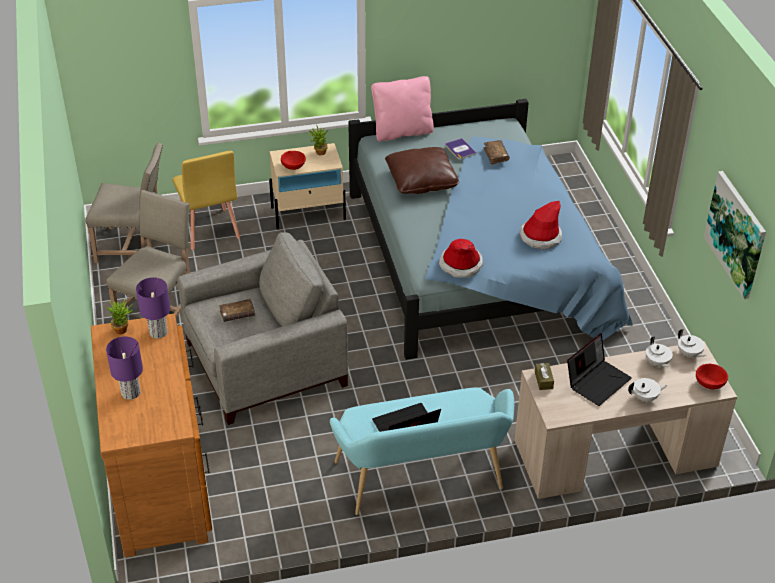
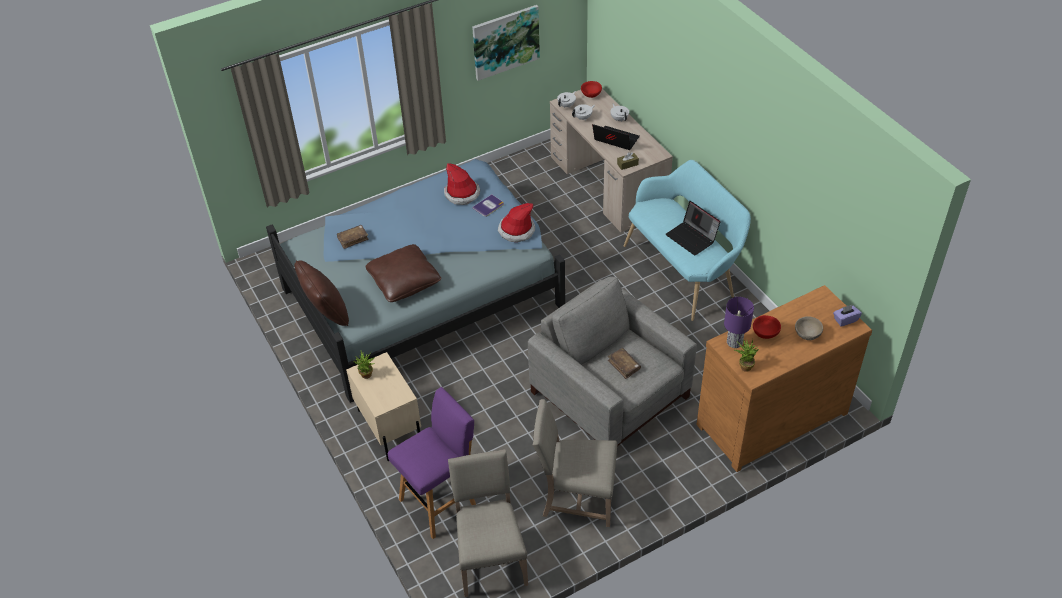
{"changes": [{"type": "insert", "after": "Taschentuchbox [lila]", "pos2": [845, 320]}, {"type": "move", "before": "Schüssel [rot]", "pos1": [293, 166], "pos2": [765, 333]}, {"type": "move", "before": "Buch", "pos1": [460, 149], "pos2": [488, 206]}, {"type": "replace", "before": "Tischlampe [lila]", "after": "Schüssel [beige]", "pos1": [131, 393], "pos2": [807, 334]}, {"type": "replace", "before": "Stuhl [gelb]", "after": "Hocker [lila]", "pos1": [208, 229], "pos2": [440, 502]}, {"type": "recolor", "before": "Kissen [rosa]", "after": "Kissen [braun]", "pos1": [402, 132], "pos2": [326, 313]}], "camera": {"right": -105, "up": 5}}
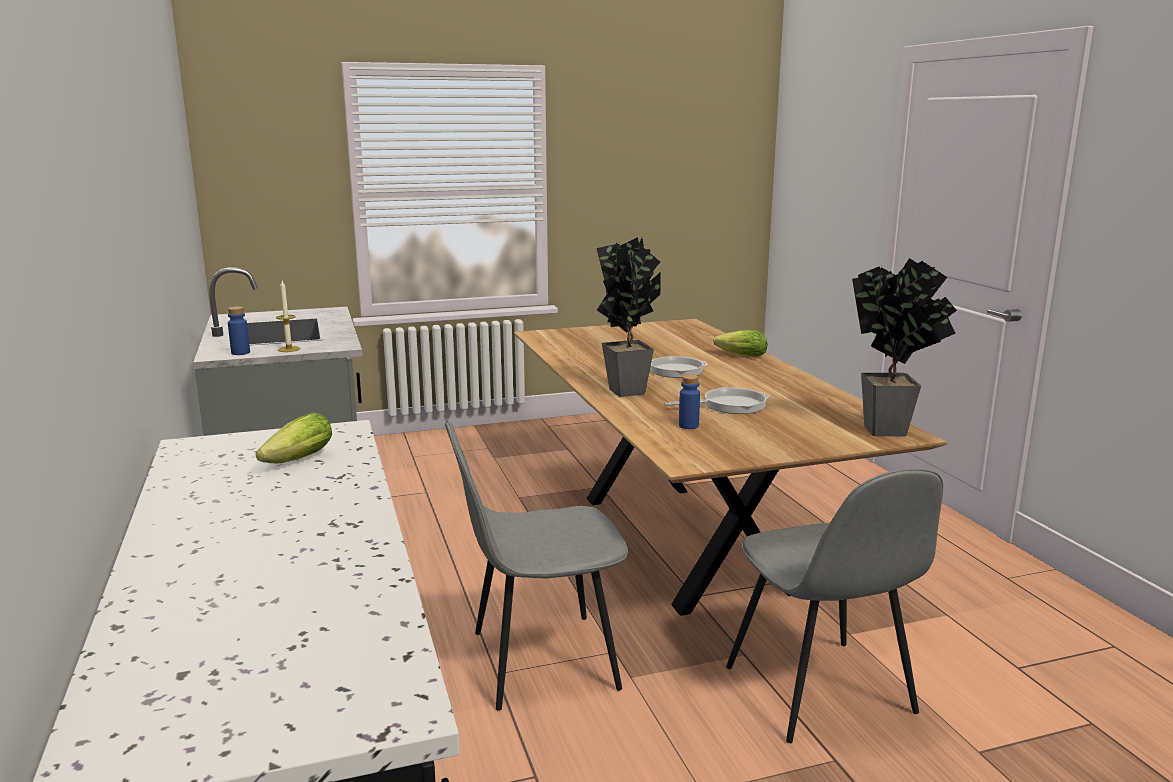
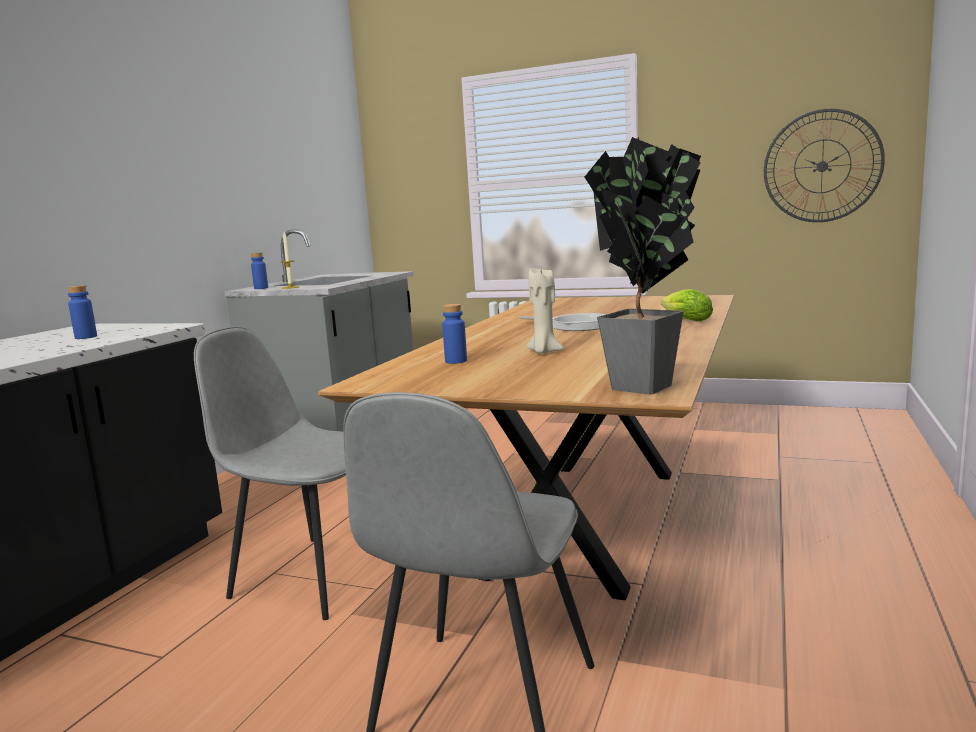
{"changes": [{"type": "delete", "before": "Topfpflanze", "pos1": [628, 389]}, {"type": "insert", "after": "Wanduhr", "pos2": [822, 166]}, {"type": "replace", "before": "Salatkopf", "after": "Flasche [blau]", "pos1": [294, 462], "pos2": [86, 337]}, {"type": "replace", "before": "Pfanne", "after": "Kerze [beige]", "pos1": [729, 405], "pos2": [544, 352]}], "camera": {"right": 40, "up": -5}}
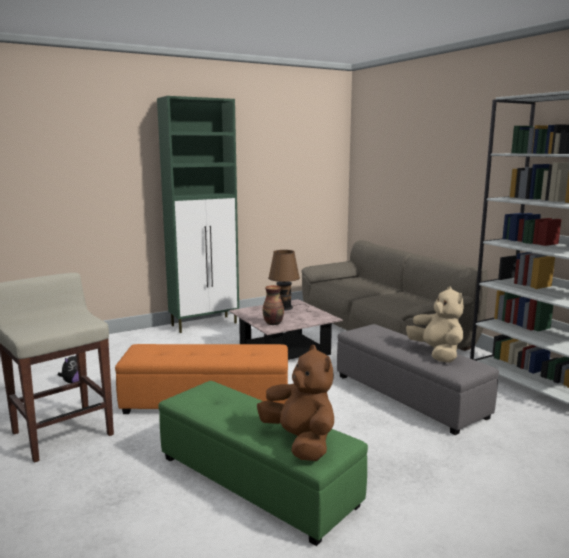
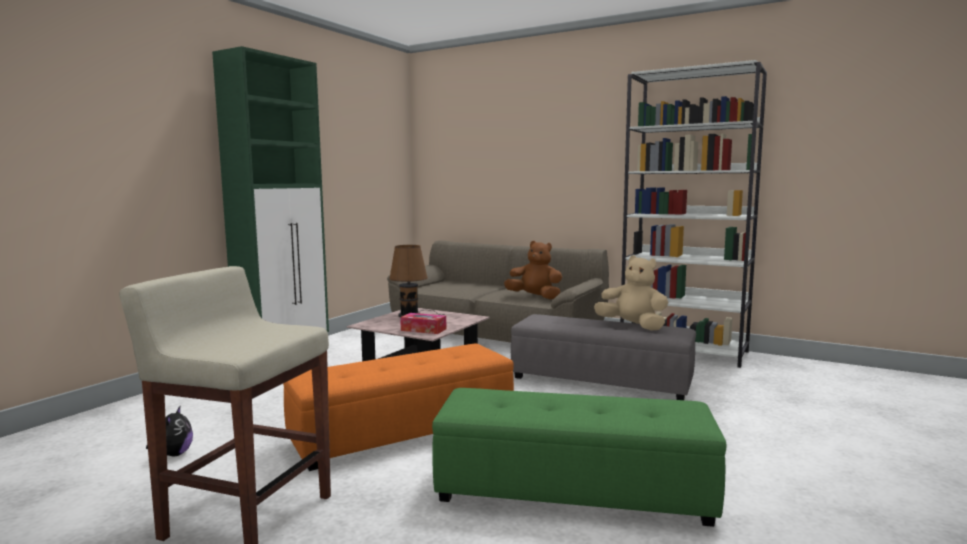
{"changes": [{"type": "move", "before": "Plüschtier [braun]", "pos1": [300, 442], "pos2": [535, 297]}, {"type": "replace", "before": "Vase", "after": "Taschentuchbox", "pos1": [273, 323], "pos2": [423, 329]}], "camera": {"right": -30, "up": -5}}
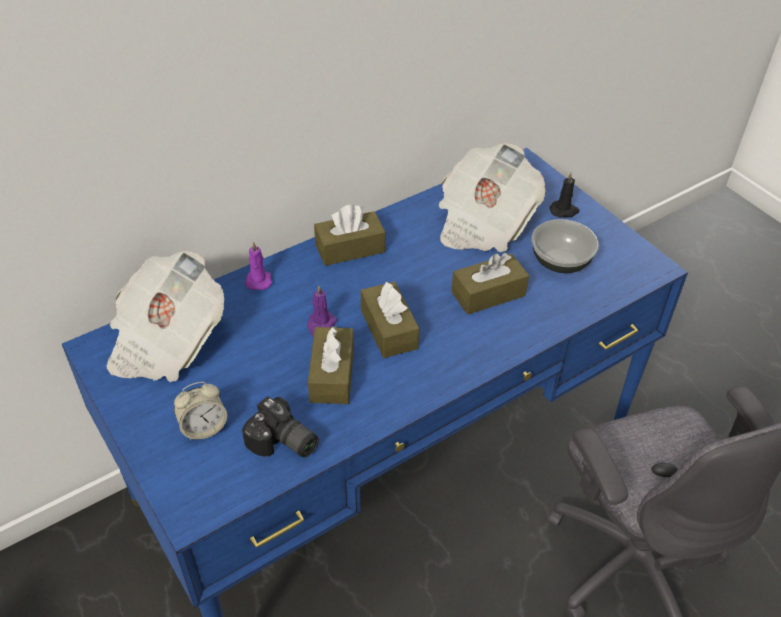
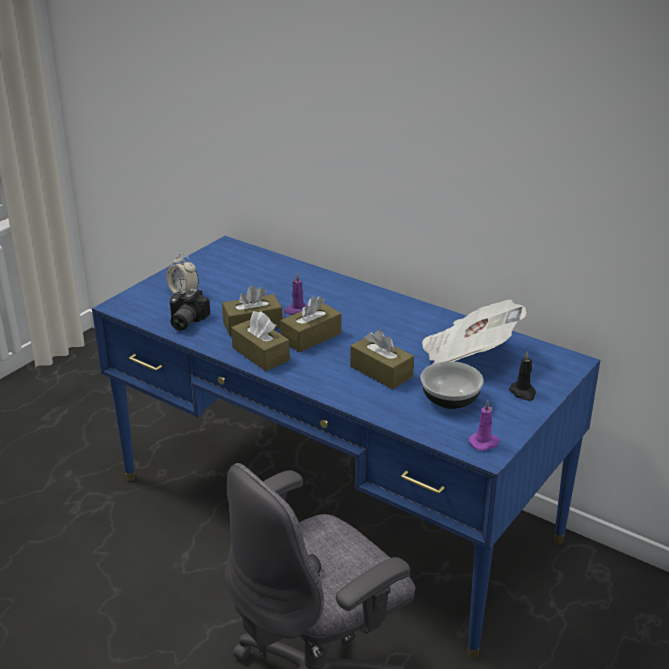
{"changes": [{"type": "delete", "before": "Zeitung", "pos1": [166, 341]}, {"type": "move", "before": "Kerze [lila]", "pos1": [258, 280], "pos2": [484, 443]}, {"type": "move", "before": "Taschentuchbox [braun]", "pos1": [350, 248], "pos2": [260, 354]}], "camera": {"right": 70, "up": -15}}
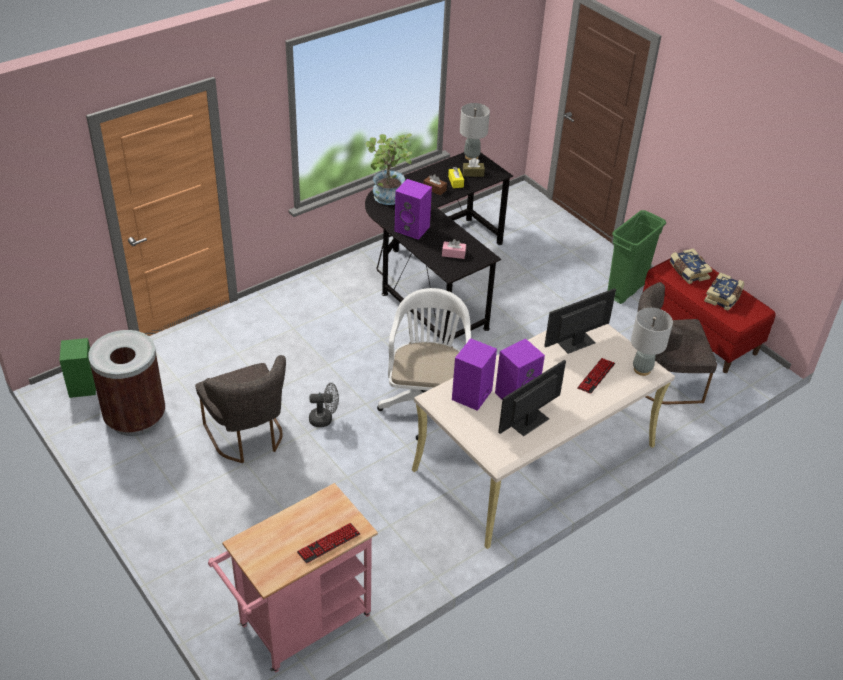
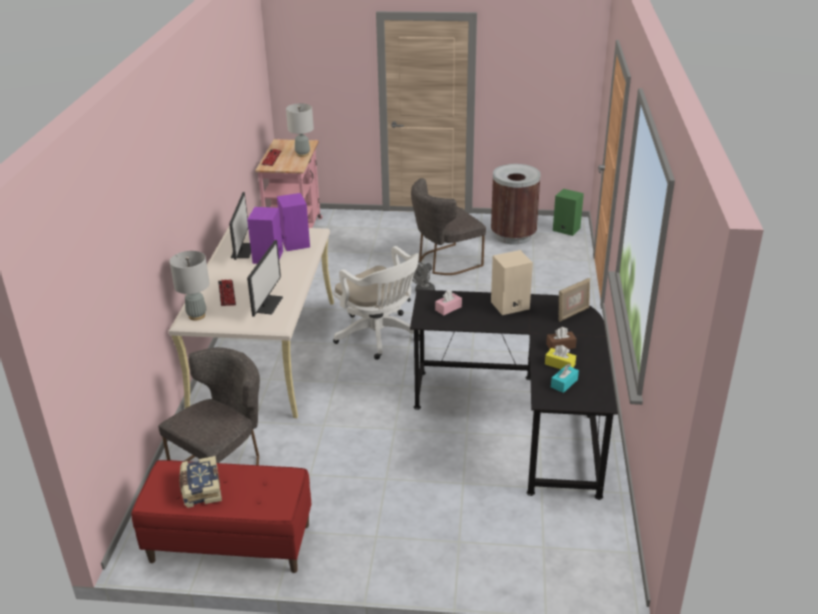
{"changes": [{"type": "delete", "before": "Mülleimer [grün]", "pos1": [625, 290]}, {"type": "delete", "before": "Buch", "pos1": [688, 272]}, {"type": "move", "before": "Tischlampe [grau]", "pos1": [471, 157], "pos2": [302, 154]}, {"type": "replace", "before": "Topfpflanze", "after": "Bilderrahmen", "pos1": [387, 199], "pos2": [572, 314]}, {"type": "recolor", "before": "Lautsprecher [lila]", "after": "Lautsprecher [beige]", "pos1": [413, 229], "pos2": [509, 306]}, {"type": "recolor", "before": "Taschentuchbox [braun]", "after": "Taschentuchbox [türkis]", "pos1": [473, 173], "pos2": [564, 383]}, {"type": "rotate", "before": "Stuhl [grau]", "pos1": [248, 437], "pos2": [445, 262], "turn": -45}], "camera": {"right": 135, "up": -10}}
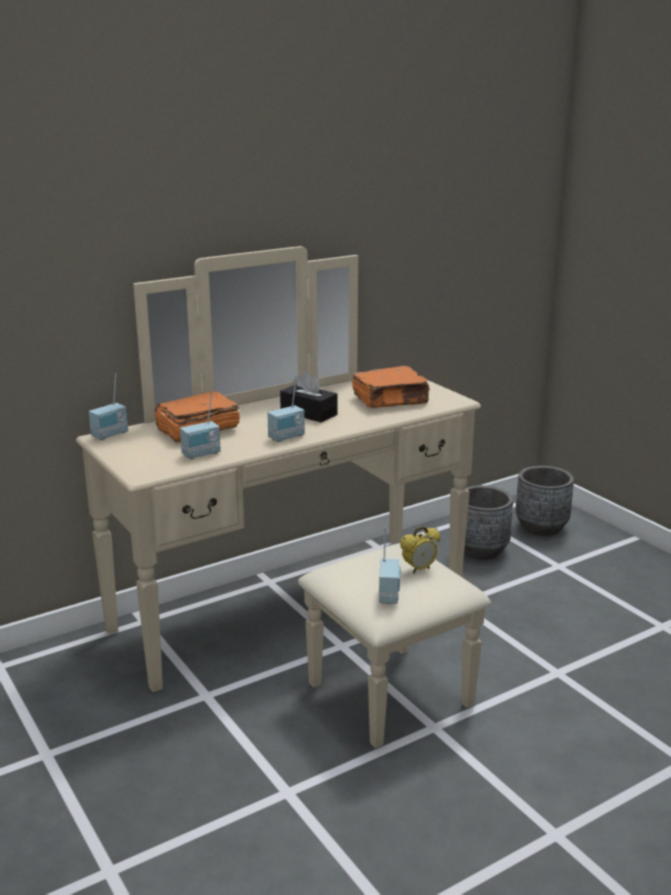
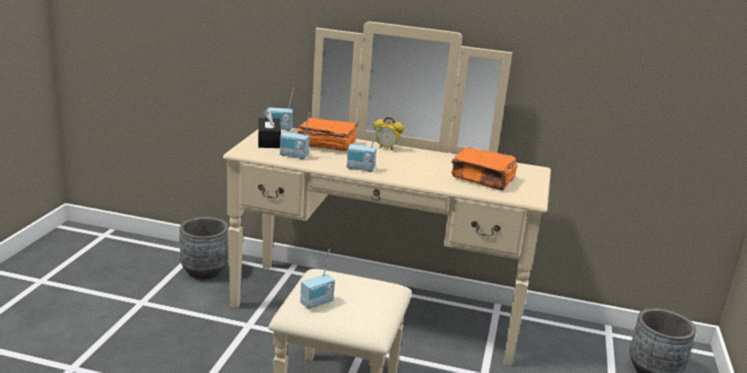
{"changes": [{"type": "move", "before": "Taschentuchbox [schwarz]", "pos1": [308, 413], "pos2": [269, 141]}, {"type": "move", "before": "Wecker", "pos1": [419, 569], "pos2": [386, 148]}, {"type": "move", "before": "Pflanzkübel [grau]", "pos1": [481, 550], "pos2": [204, 271]}], "camera": {"right": 45, "up": 0}}
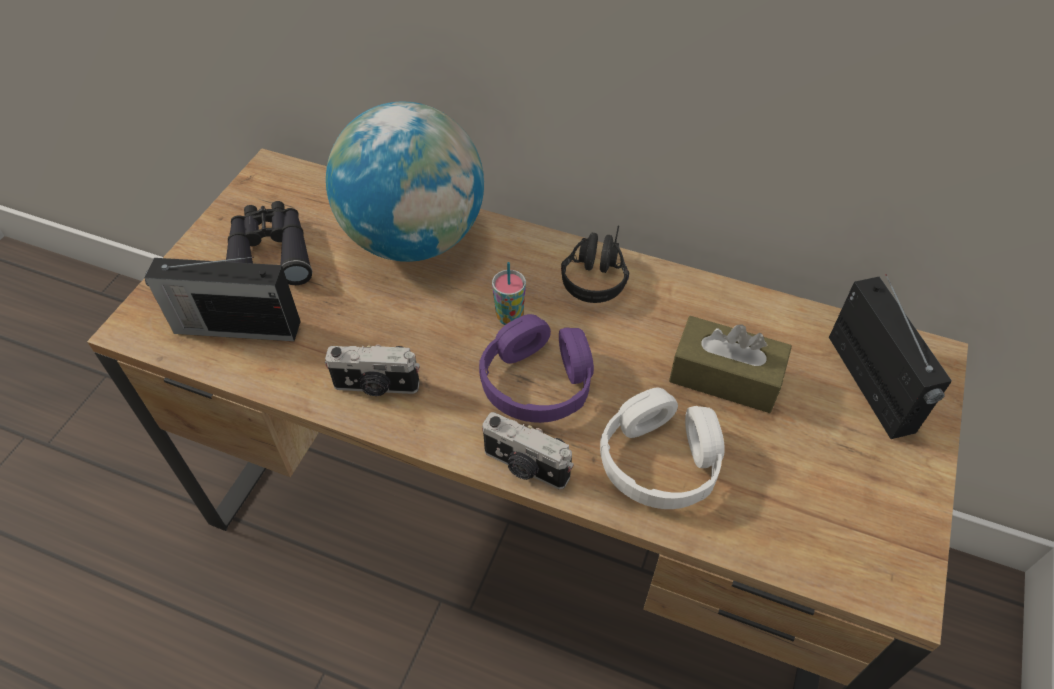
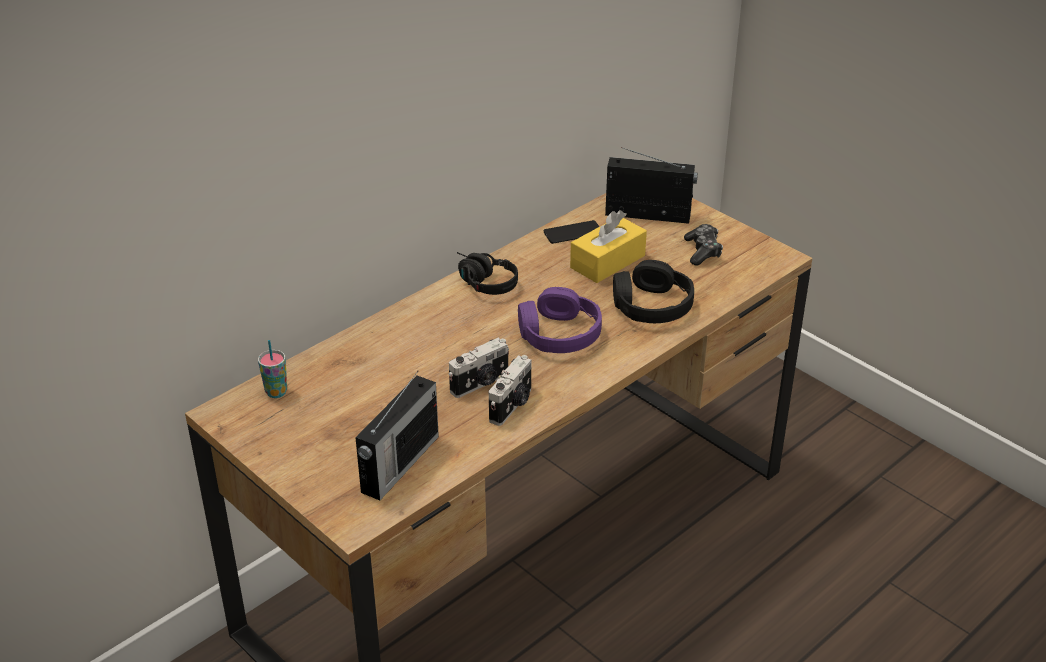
{"changes": [{"type": "delete", "before": "Fernglas [schwarz]", "pos1": [270, 253]}, {"type": "delete", "before": "Globus", "pos1": [414, 238]}, {"type": "insert", "after": "Handy", "pos2": [573, 233]}, {"type": "insert", "after": "Gamepad", "pos2": [703, 251]}, {"type": "move", "before": "Kamera", "pos1": [525, 466], "pos2": [481, 383]}, {"type": "move", "before": "Tasse", "pos1": [509, 317], "pos2": [276, 392]}, {"type": "recolor", "before": "Kopfhörer [weiß]", "after": "Kopfhörer [schwarz]", "pos1": [660, 460], "pos2": [651, 306]}, {"type": "recolor", "before": "Taschentuchbox [braun]", "after": "Taschentuchbox [gelb]", "pos1": [725, 377], "pos2": [607, 262]}], "camera": {"right": -65, "up": -15}}
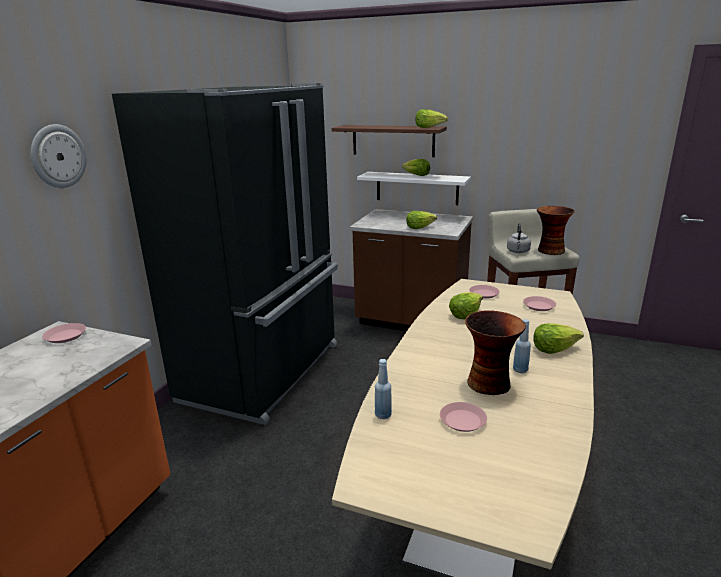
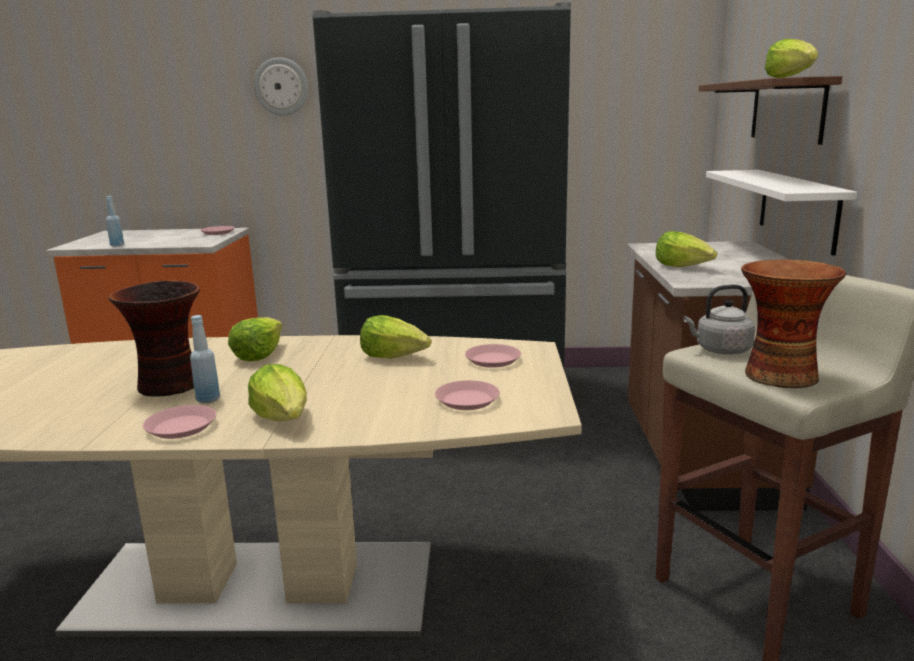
{"changes": [{"type": "move", "before": "Flasche [blau]", "pos1": [383, 415], "pos2": [117, 245]}, {"type": "move", "before": "Salatkopf", "pos1": [416, 175], "pos2": [258, 355]}, {"type": "move", "before": "Teller [rosa]", "pos1": [463, 420], "pos2": [181, 427]}], "camera": {"right": 70, "up": -5}}
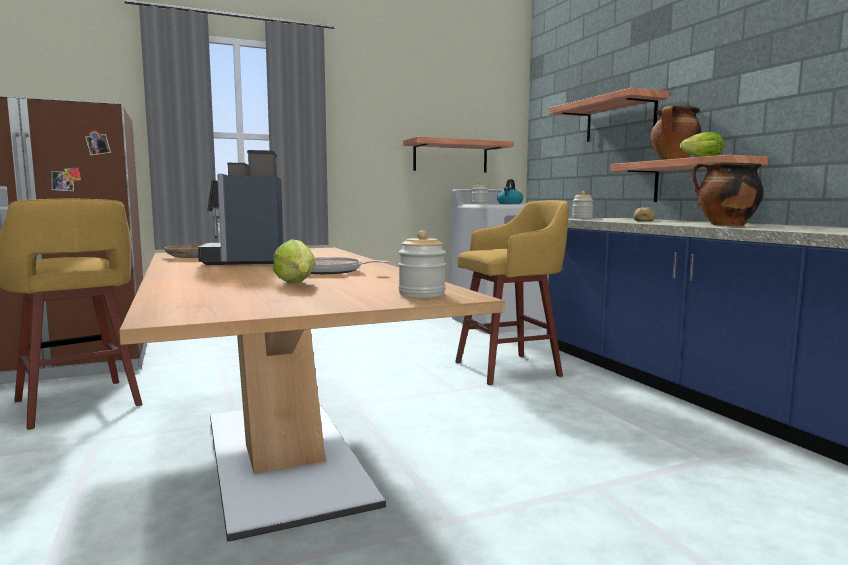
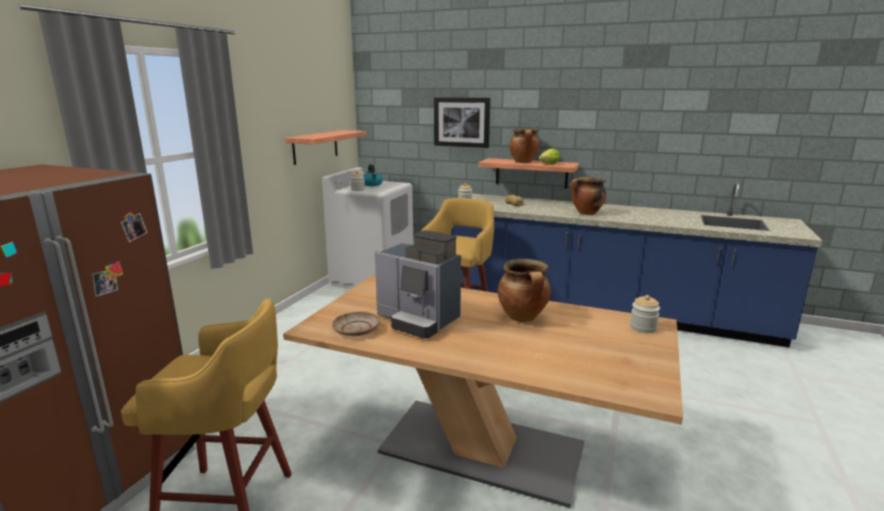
{"changes": [{"type": "delete", "before": "Salatkopf", "pos1": [297, 284]}, {"type": "replace", "before": "Pfanne", "after": "Kochtopf", "pos1": [330, 271], "pos2": [523, 317]}, {"type": "replace", "before": "Wandregal", "after": "Bild", "pos1": [620, 119], "pos2": [461, 122]}], "camera": {"right": -45, "up": 10}}
